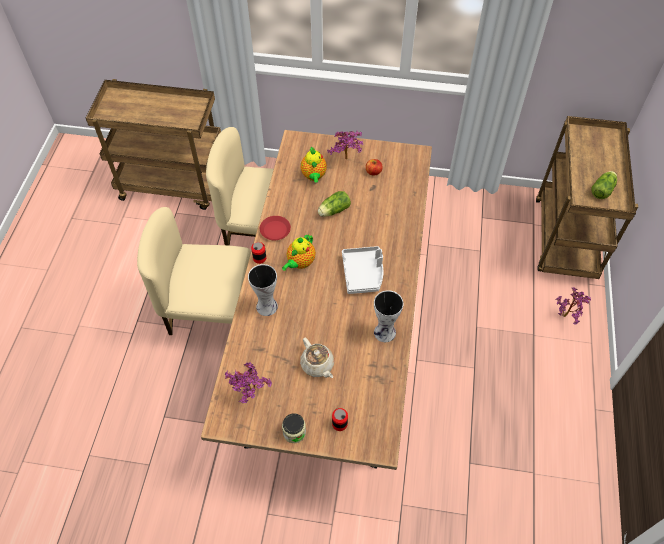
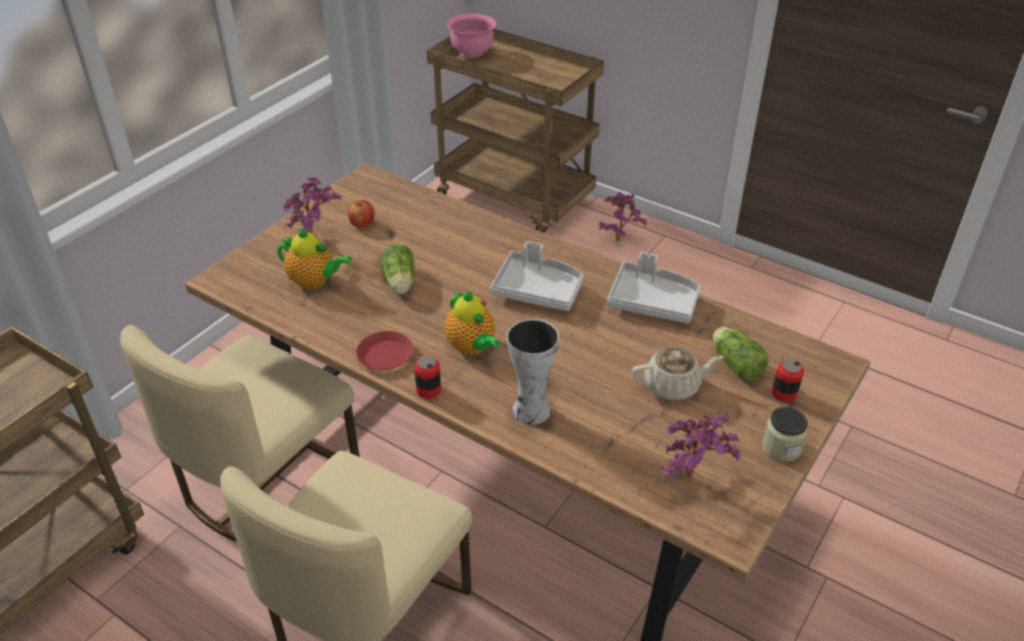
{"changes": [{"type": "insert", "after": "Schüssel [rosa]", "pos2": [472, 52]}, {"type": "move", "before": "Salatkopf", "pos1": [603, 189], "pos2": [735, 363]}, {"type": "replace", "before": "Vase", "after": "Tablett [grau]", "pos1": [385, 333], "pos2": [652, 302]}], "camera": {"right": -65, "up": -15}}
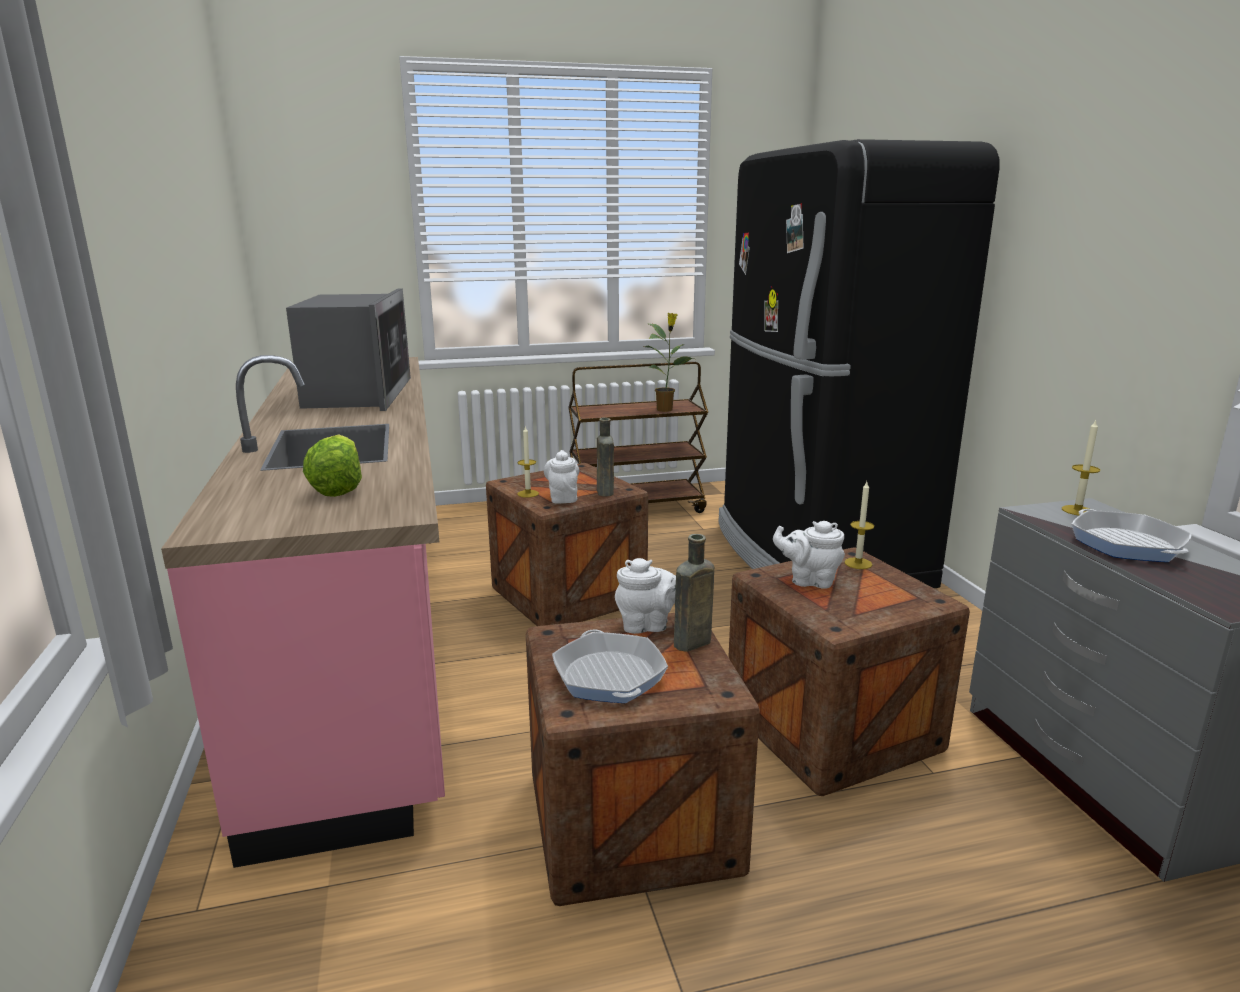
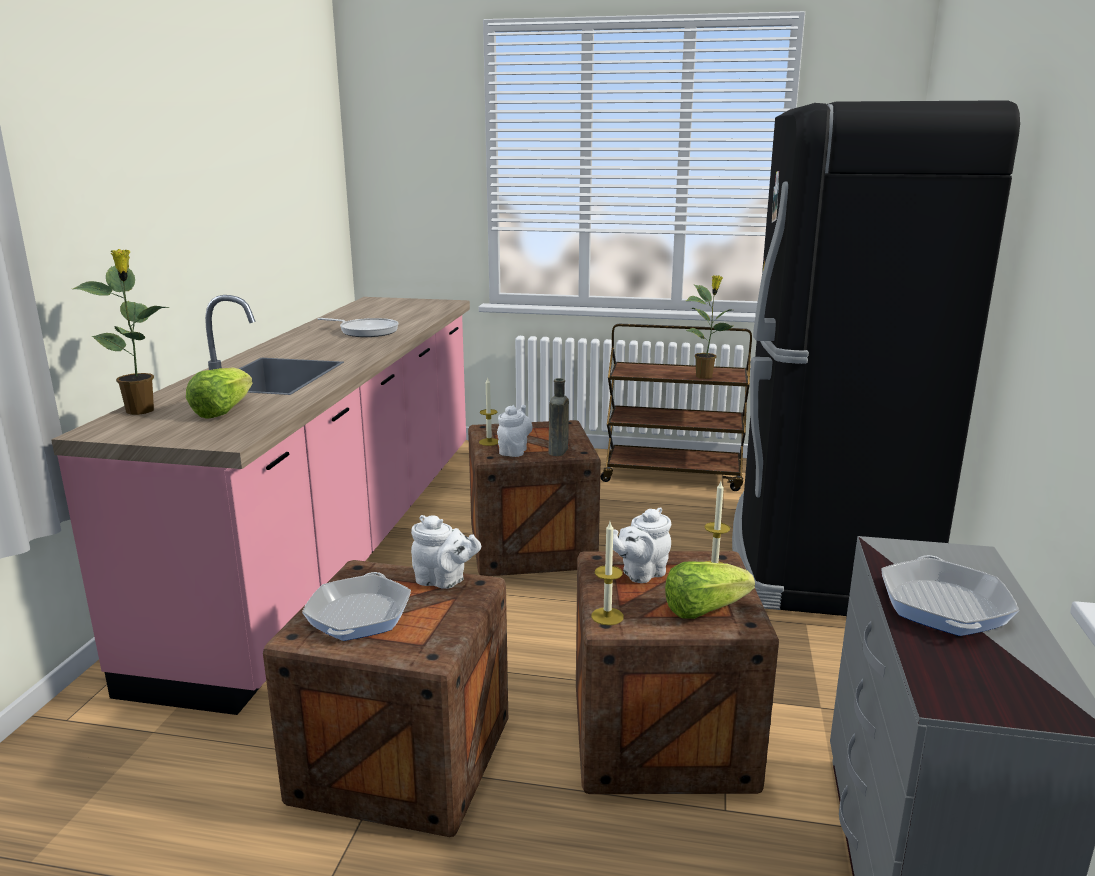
{"changes": [{"type": "delete", "before": "Flasche [braun]", "pos1": [690, 643]}, {"type": "insert", "after": "Topfpflanze", "pos2": [142, 411]}, {"type": "insert", "after": "Salatkopf", "pos2": [703, 610]}, {"type": "move", "before": "Kerze", "pos1": [1077, 510], "pos2": [607, 616]}, {"type": "replace", "before": "Mikrowelle", "after": "Pfanne", "pos1": [359, 393], "pos2": [366, 331]}, {"type": "rotate", "before": "Teekanne [weiß]", "pos1": [809, 580], "pos2": [641, 574], "turn": -75}], "camera": {"right": 25, "up": 0}}
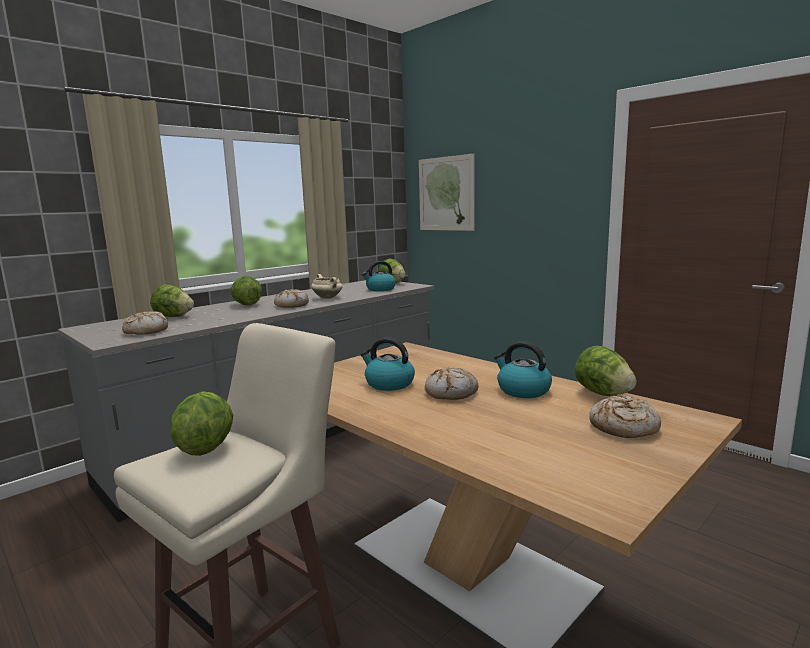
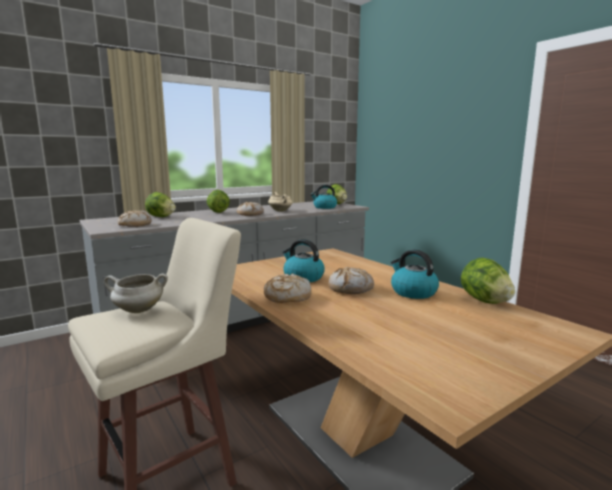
{"changes": [{"type": "delete", "before": "Bild", "pos1": [446, 194]}, {"type": "move", "before": "Brot", "pos1": [623, 427], "pos2": [287, 297]}, {"type": "replace", "before": "Salatkopf", "after": "Kochtopf [weiß]", "pos1": [206, 447], "pos2": [138, 310]}], "camera": {"right": 10, "up": 0}}
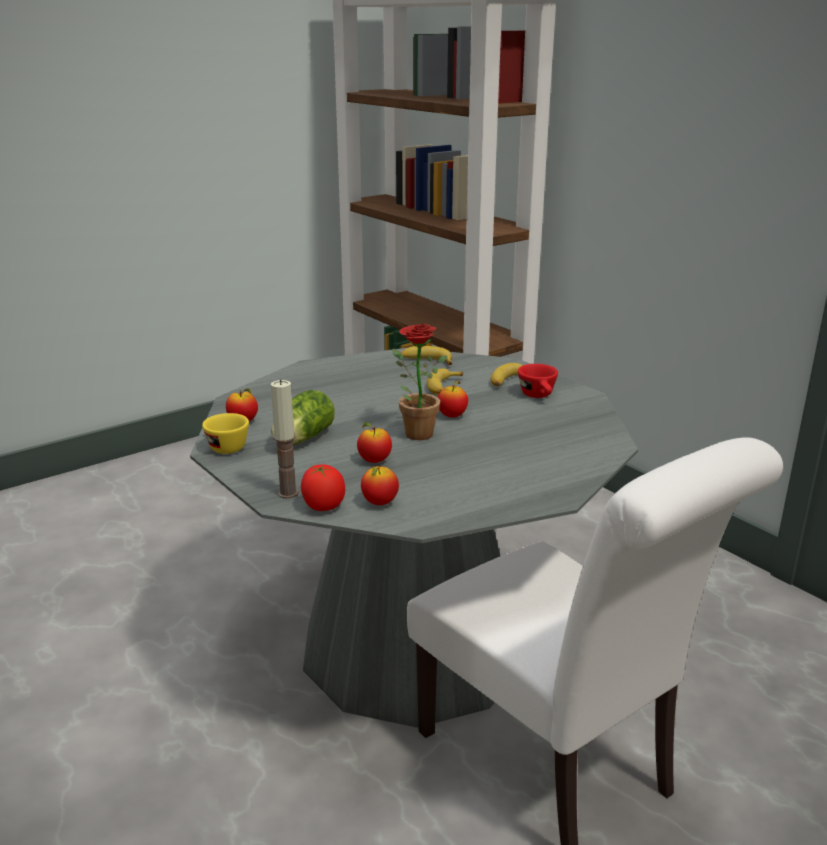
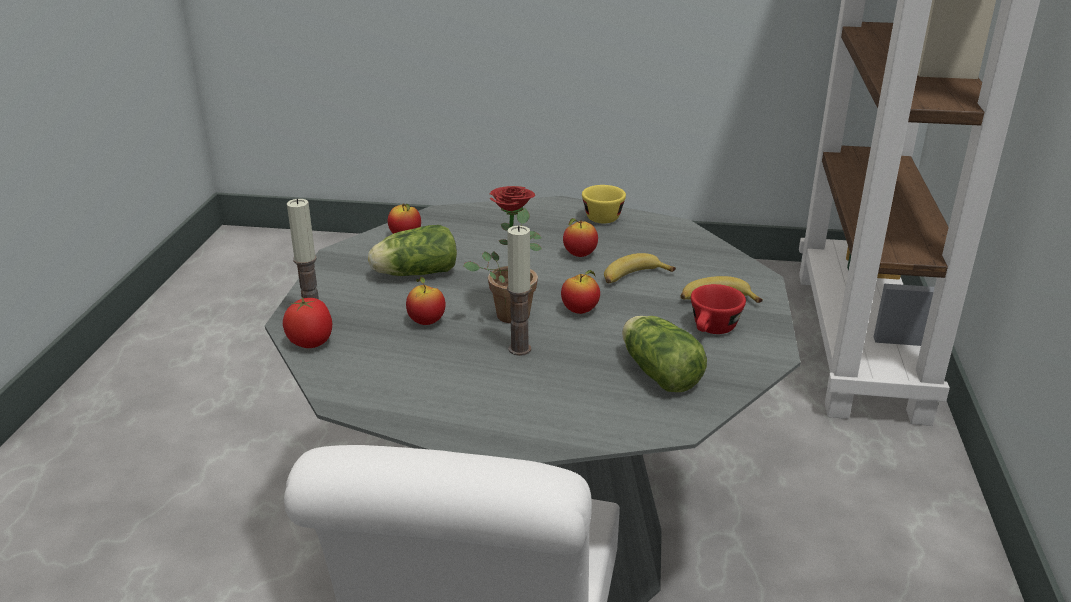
{"changes": [{"type": "delete", "before": "Banane", "pos1": [426, 361]}, {"type": "insert", "after": "Kerze", "pos2": [519, 349]}, {"type": "insert", "after": "Salatkopf", "pos2": [657, 371]}, {"type": "move", "before": "Tasse [gelb]", "pos1": [224, 446], "pos2": [602, 216]}, {"type": "move", "before": "Apfel", "pos1": [379, 503], "pos2": [580, 255]}], "camera": {"right": 45, "up": 5}}
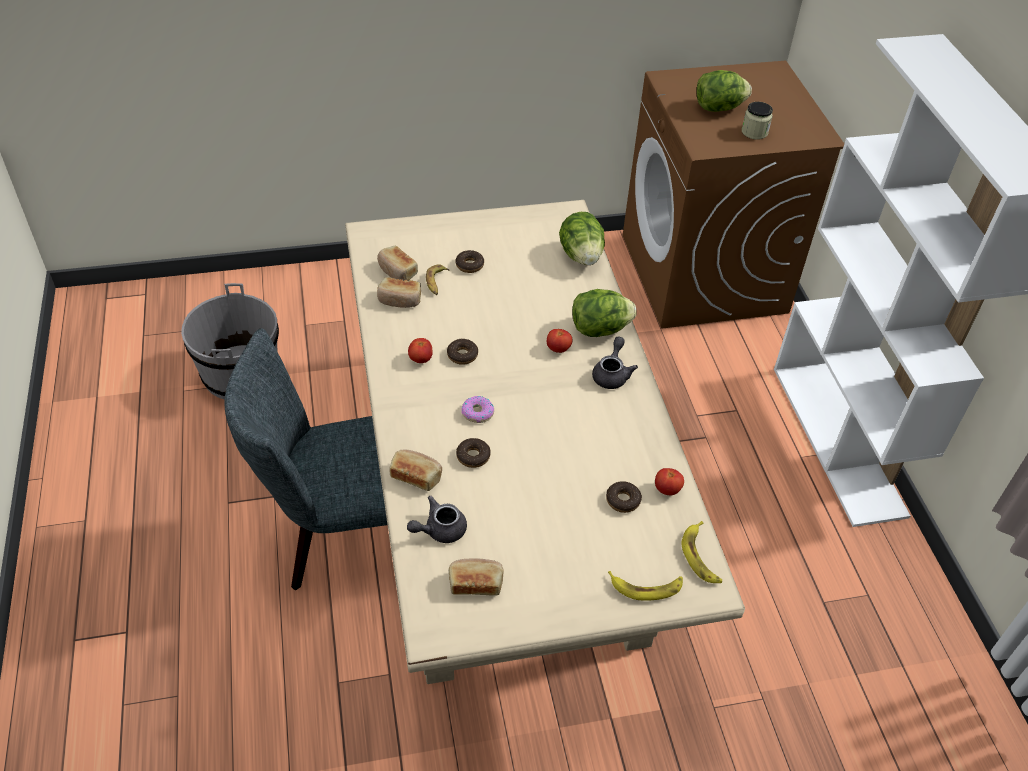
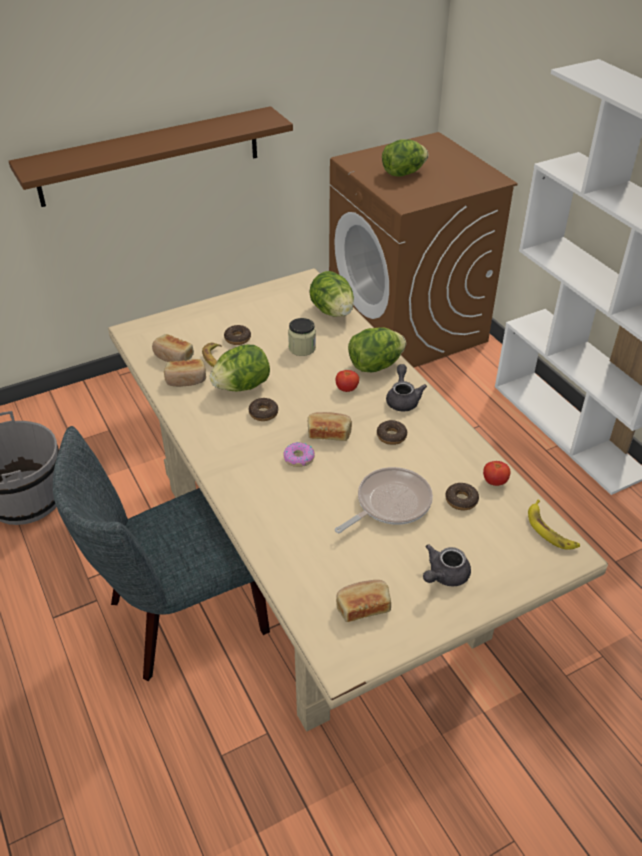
{"changes": [{"type": "delete", "before": "Tomate", "pos1": [420, 359]}, {"type": "delete", "before": "Banane", "pos1": [646, 587]}, {"type": "insert", "after": "Wandregal [braun]", "pos2": [150, 156]}, {"type": "insert", "after": "Salatkopf", "pos2": [242, 386]}, {"type": "insert", "after": "Pfanne", "pos2": [390, 503]}, {"type": "move", "before": "Brot", "pos1": [416, 475], "pos2": [329, 433]}, {"type": "move", "before": "Teekanne [grau]", "pos1": [439, 530], "pos2": [444, 576]}, {"type": "move", "before": "Donut", "pos1": [473, 456], "pos2": [391, 436]}, {"type": "move", "before": "Vorratsglas", "pos1": [754, 132], "pos2": [302, 348]}], "camera": {"right": -15, "up": -5}}
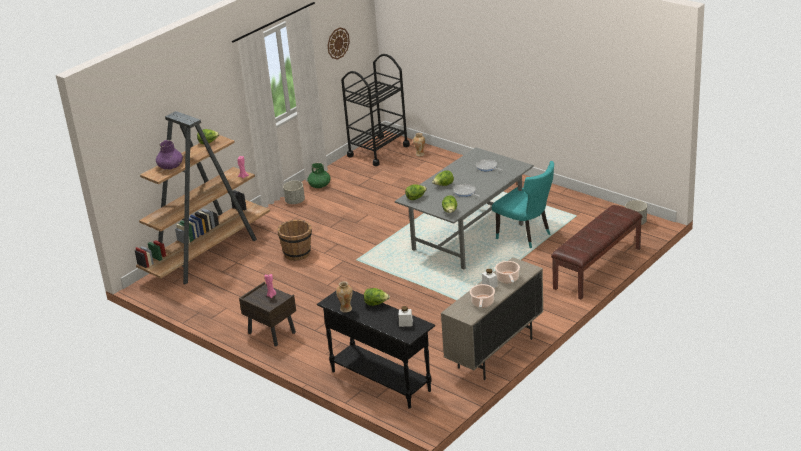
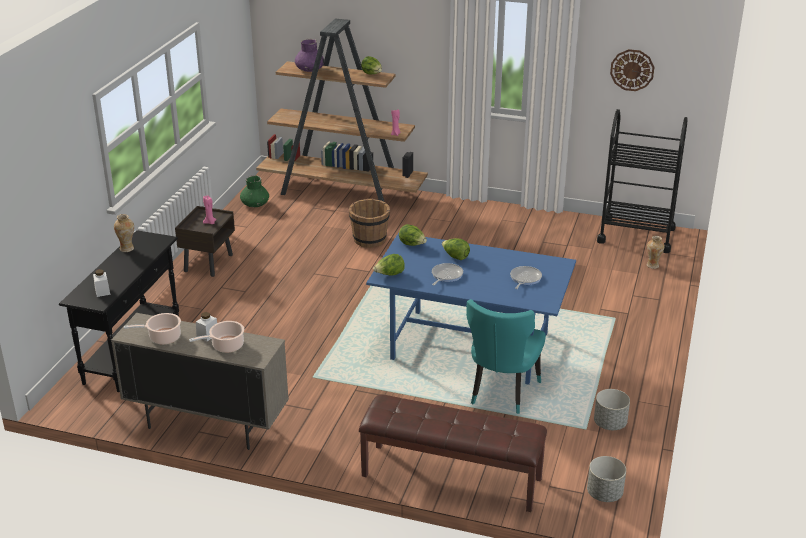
{"changes": [{"type": "delete", "before": "Salatkopf", "pos1": [376, 303]}, {"type": "move", "before": "Pflanzkübel [grau]", "pos1": [295, 202], "pos2": [610, 424]}, {"type": "move", "before": "Vase [grün]", "pos1": [319, 185], "pos2": [255, 204]}, {"type": "recolor", "before": "Esstisch [grau]", "after": "Esstisch [blau]", "pos1": [468, 238], "pos2": [468, 347]}], "camera": {"right": 65, "up": 0}}
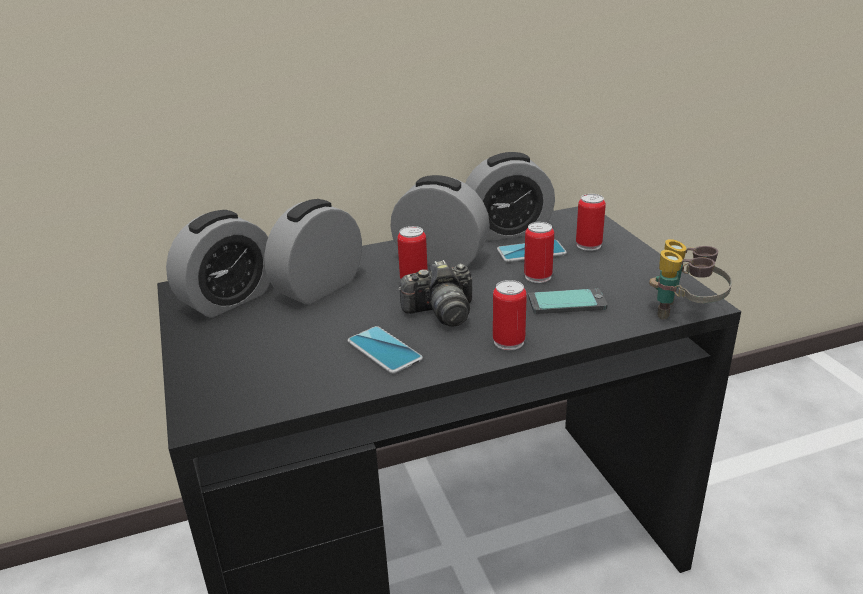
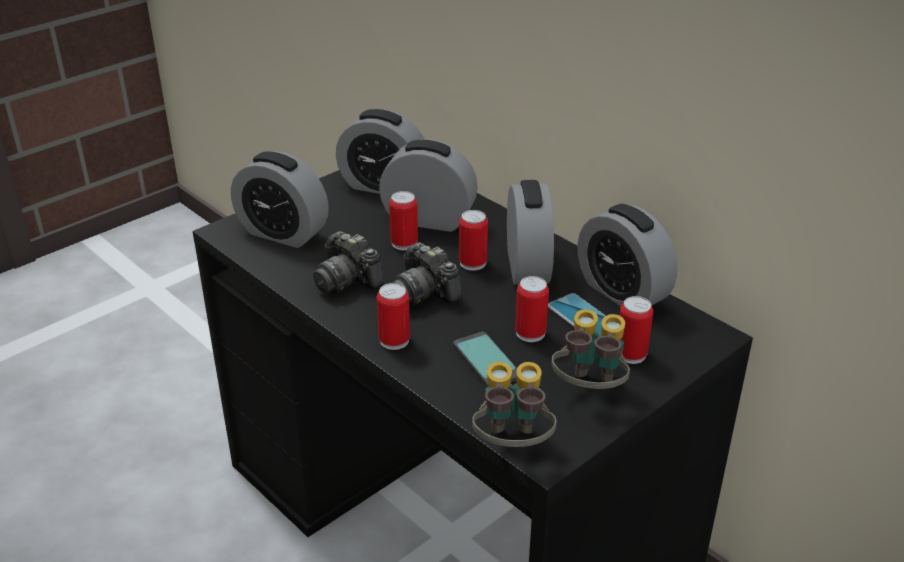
{"changes": [{"type": "insert", "after": "Wecker", "pos2": [283, 233]}, {"type": "insert", "after": "Dose", "pos2": [404, 243]}, {"type": "insert", "after": "Fernglas", "pos2": [589, 390]}, {"type": "replace", "before": "Handy", "after": "Kamera", "pos1": [384, 350], "pos2": [347, 279]}], "camera": {"right": 65, "up": 5}}
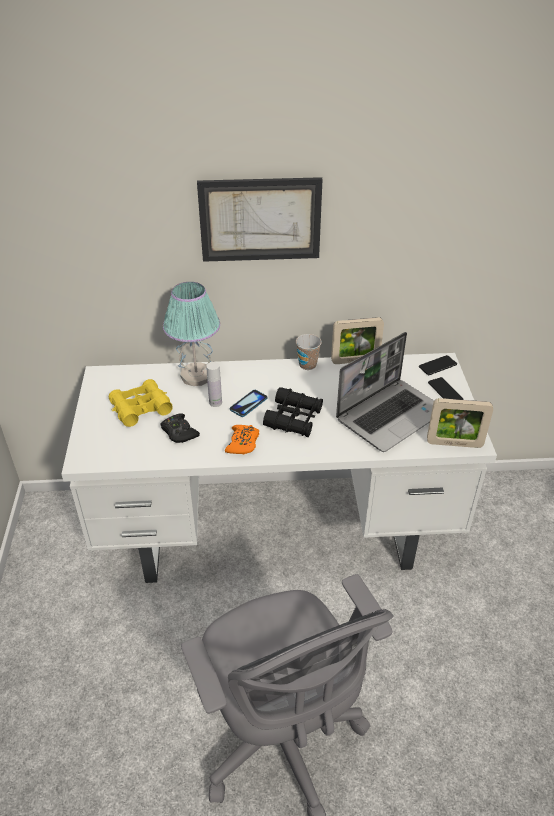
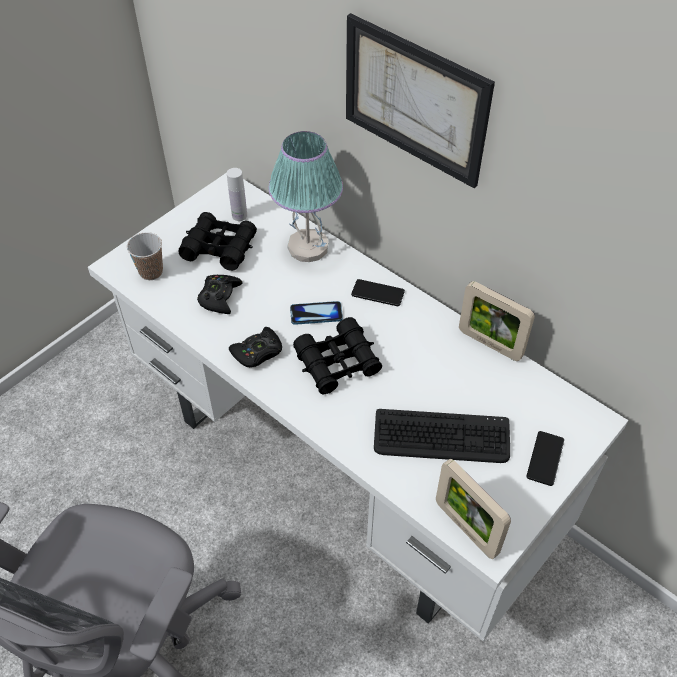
{"changes": [{"type": "move", "before": "Flasche [weiß]", "pos1": [215, 402], "pos2": [239, 215]}, {"type": "move", "before": "Tasse", "pos1": [307, 365], "pos2": [151, 272]}, {"type": "move", "before": "Handy", "pos1": [437, 366], "pos2": [377, 293]}, {"type": "replace", "before": "Laptop", "after": "Tastatur", "pos1": [390, 415], "pos2": [441, 437]}, {"type": "recolor", "before": "Fernglas [gelb]", "after": "Fernglas [schwarz]", "pos1": [140, 408], "pos2": [219, 248]}, {"type": "recolor", "before": "Gamepad [orange]", "after": "Gamepad [schwarz]", "pos1": [243, 443], "pos2": [257, 352]}], "camera": {"right": 45, "up": 10}}
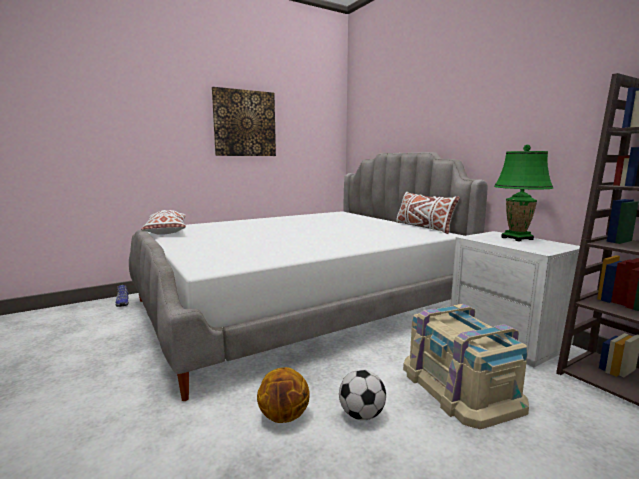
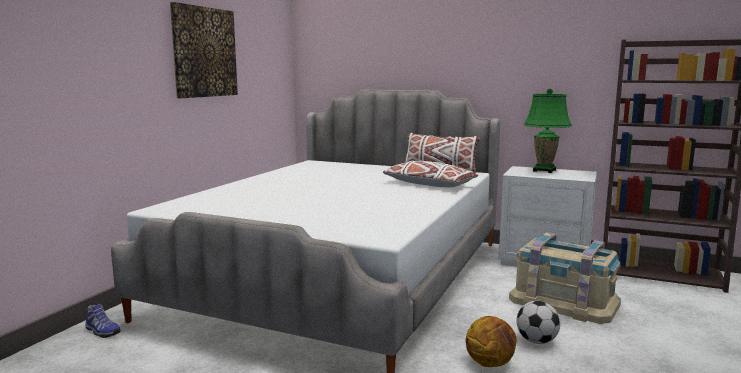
{"changes": [{"type": "move", "before": "Kissen [weiß]", "pos1": [167, 231], "pos2": [428, 184]}], "camera": {"right": -35, "up": 0}}
